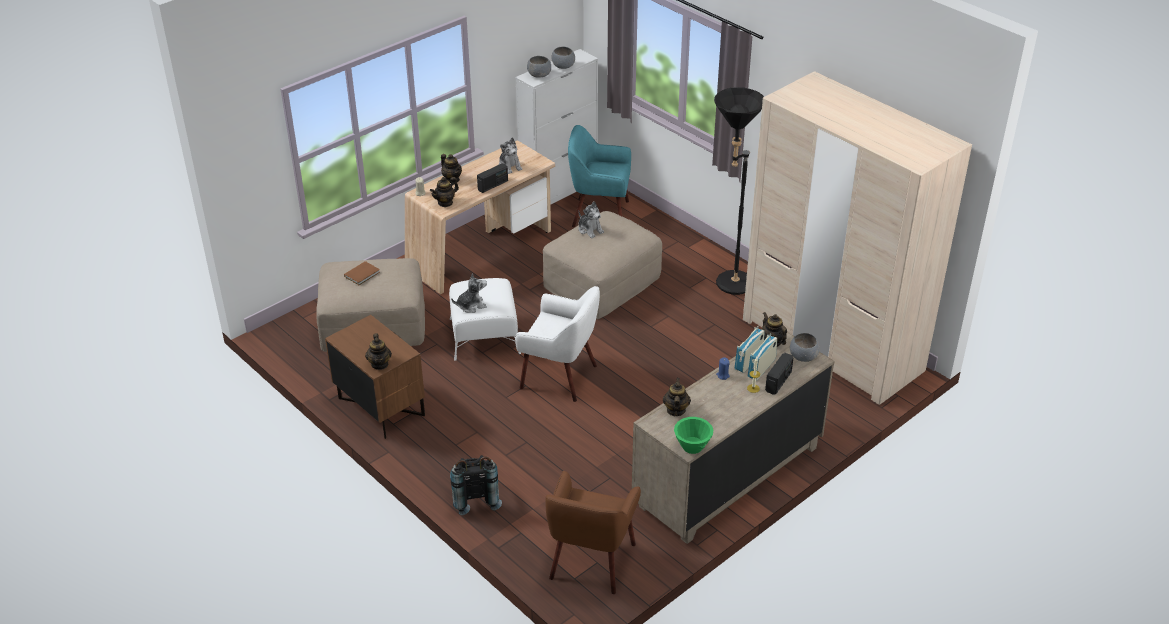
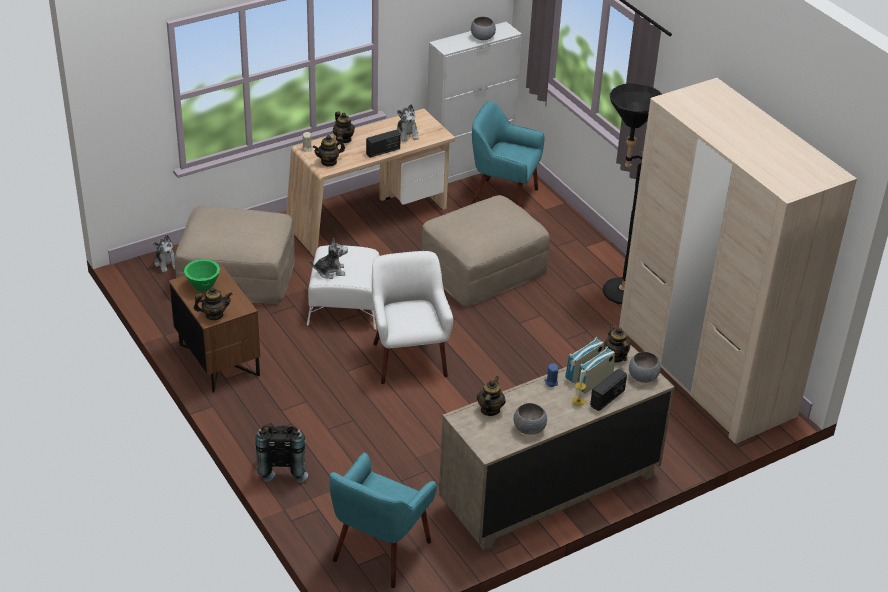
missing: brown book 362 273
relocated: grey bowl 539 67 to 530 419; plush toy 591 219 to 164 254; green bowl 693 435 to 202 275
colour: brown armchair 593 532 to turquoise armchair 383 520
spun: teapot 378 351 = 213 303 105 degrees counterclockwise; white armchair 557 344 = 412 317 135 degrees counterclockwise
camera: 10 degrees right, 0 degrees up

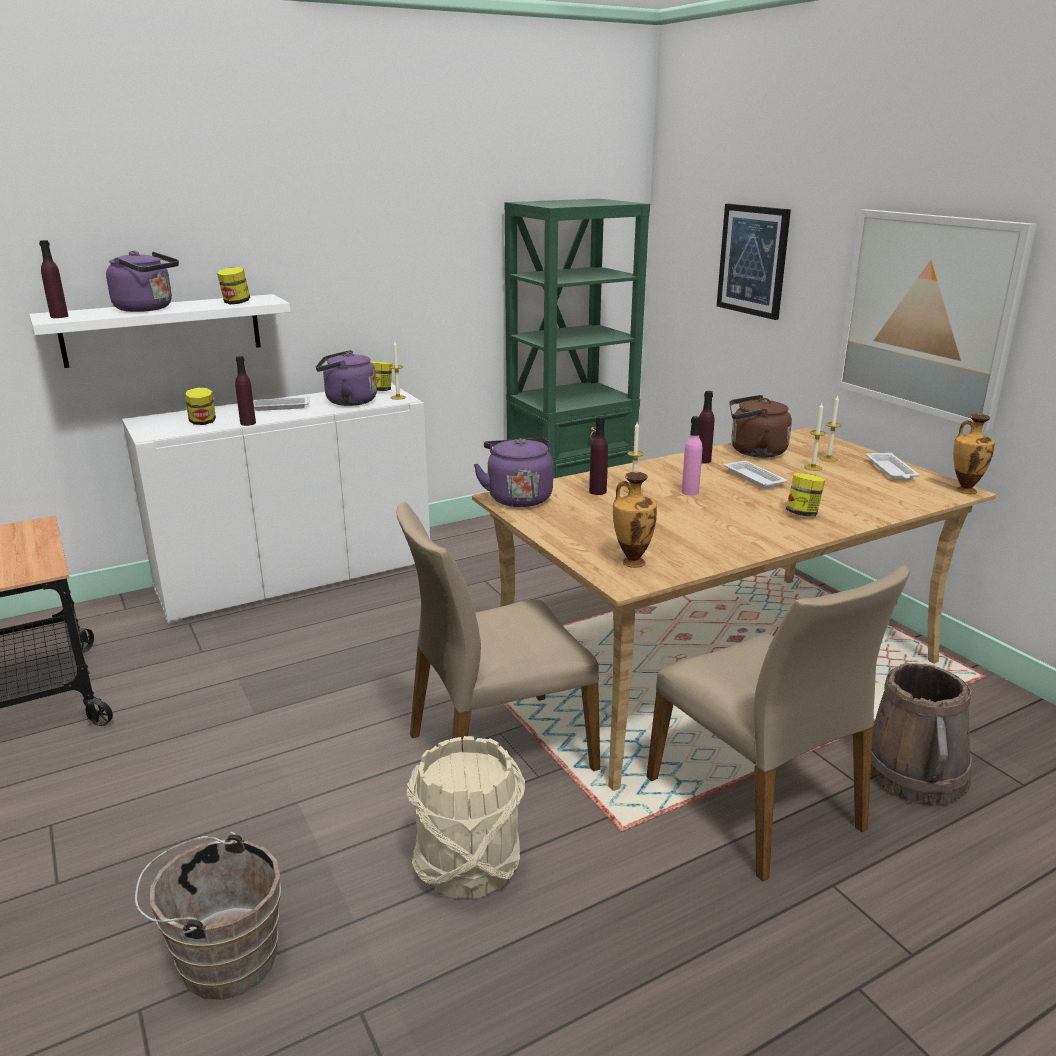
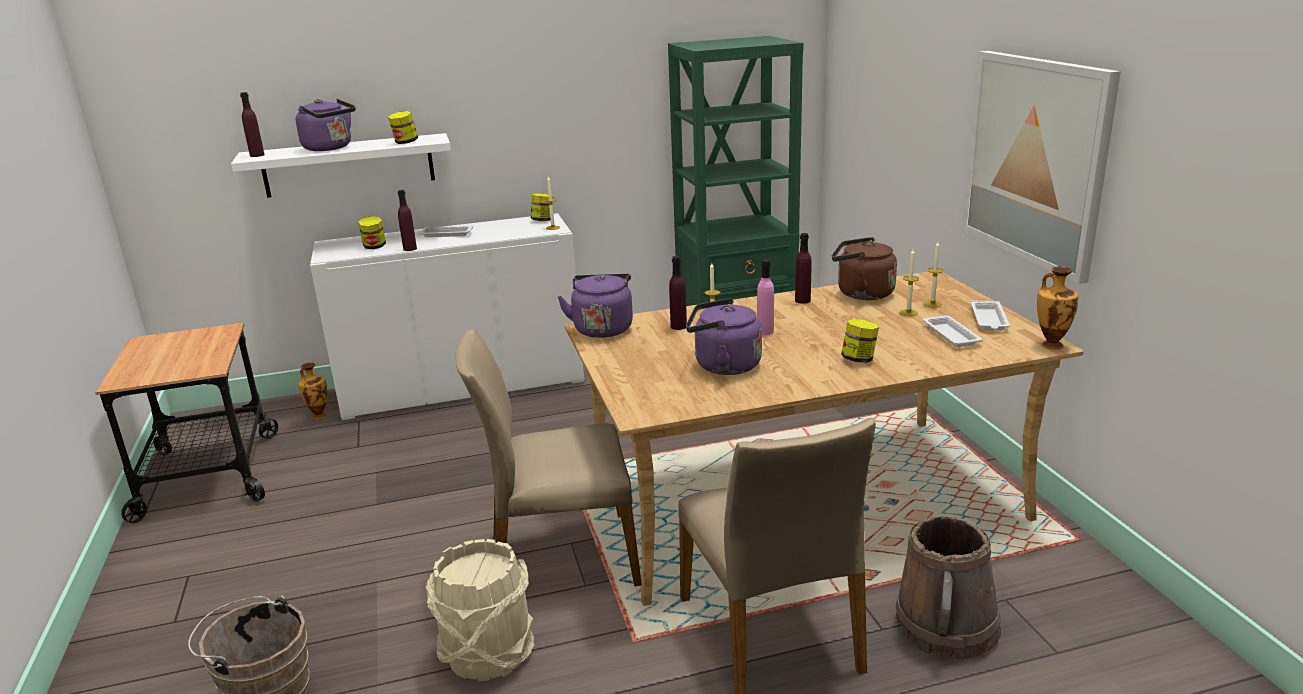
missing: picture 754 262
relocated: purple kettle 346 378 to 724 337; vase 635 520 to 312 391; white tray 756 474 to 953 331
camera: 15 degrees right, 0 degrees up

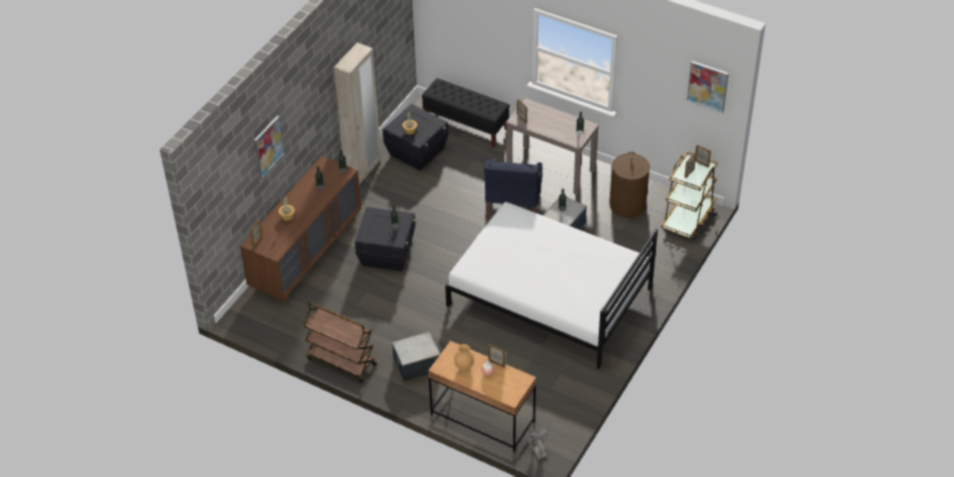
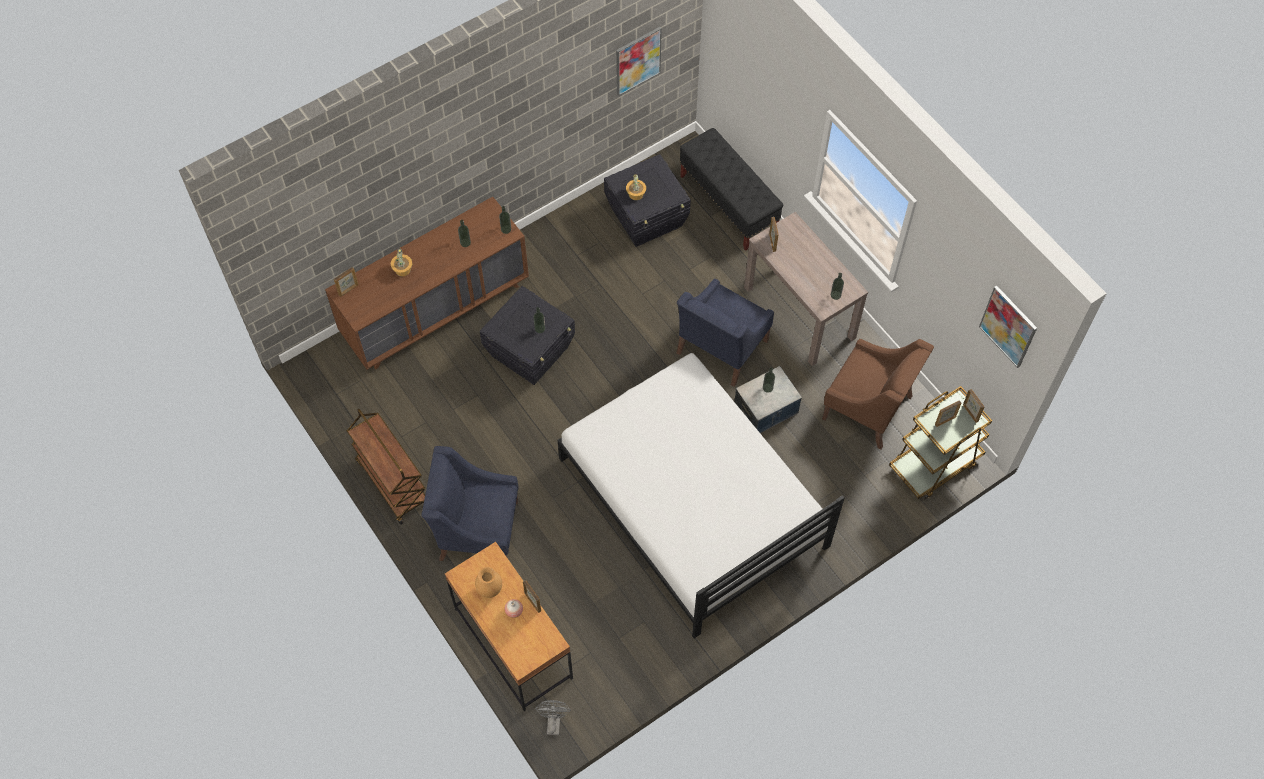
missing: beige wardrobe 357 114
relocated: picture 269 147 to 639 61
exchanged: storage box 416 357 to blue armchair 469 503; brown laundry basket 629 184 to brown armchair 878 394
camera: 25 degrees right, 15 degrees up

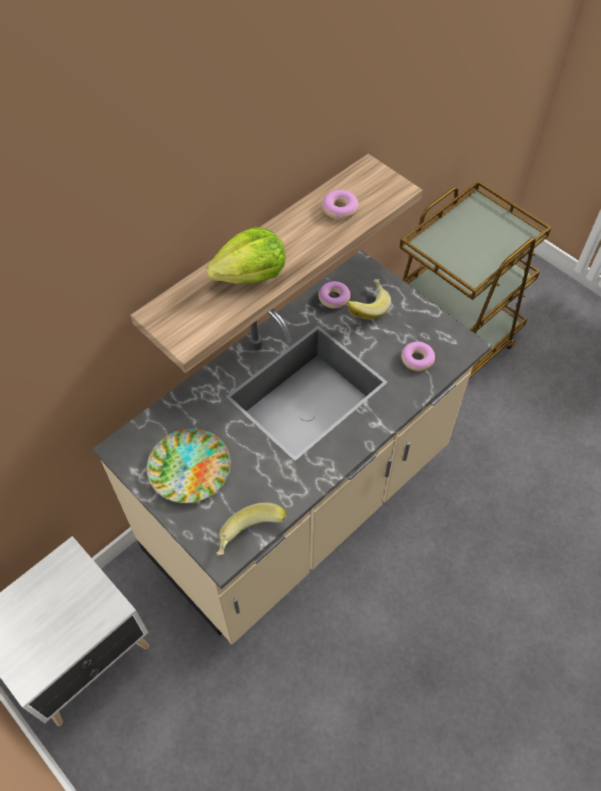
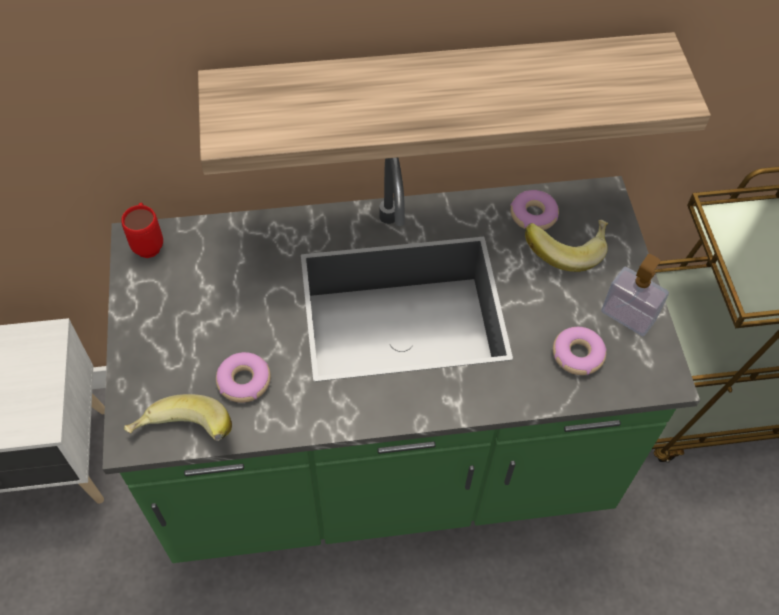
missing: plate 189 466; lettuce 246 255
appeared: red mug 142 230; soap dispenser 635 295
relocated: donut 340 205 to 243 377
colour: beige counter 292 447 to green counter 401 360
camera: 35 degrees right, 0 degrees up

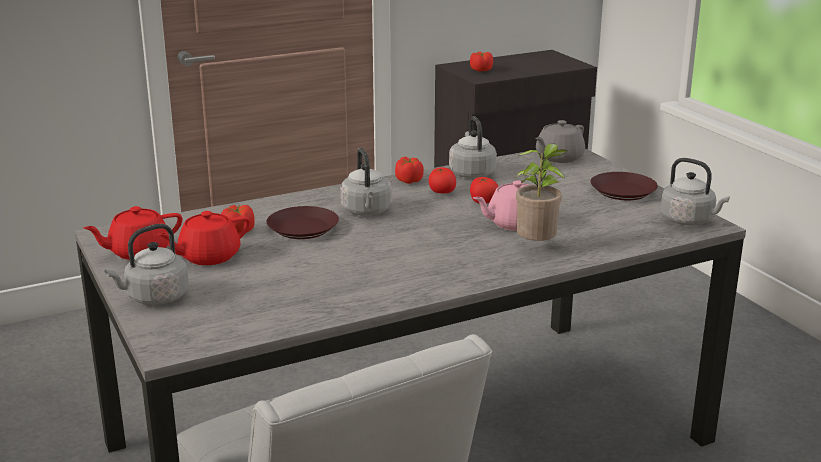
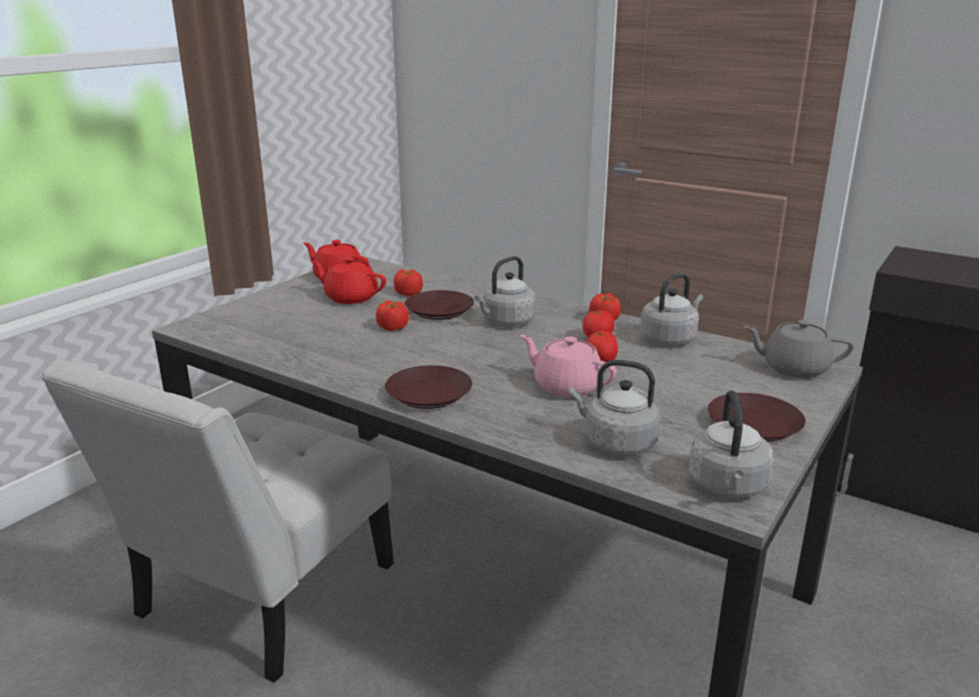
missing: potted plant 541 192
appeared: brown plate 428 387
relocated: grey kettle 147 264 to 615 407; tomato 481 62 to 392 315
camera: 60 degrees right, 0 degrees up

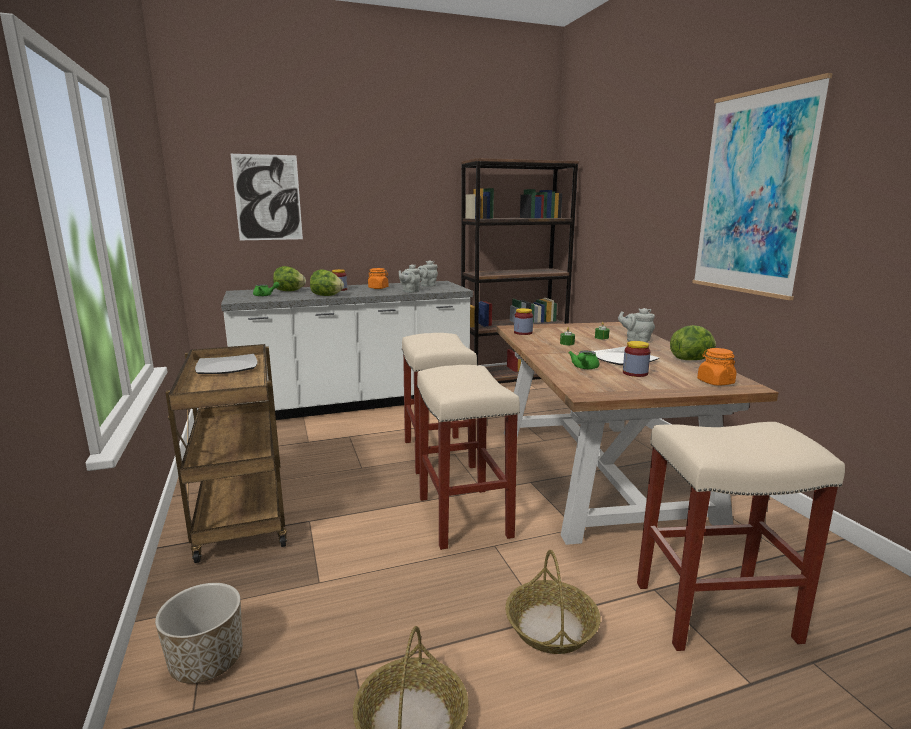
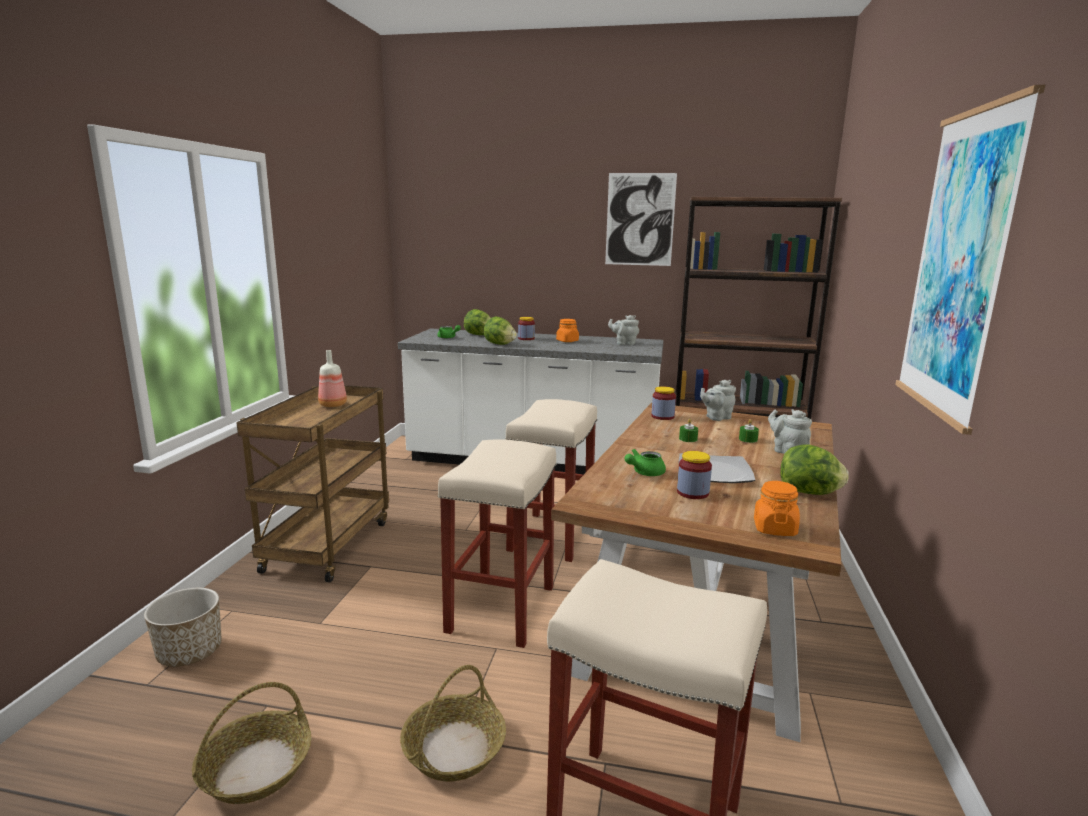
relocated: picture 267 197 to 641 219; grey teapot 409 278 to 718 400
exchanged: plate 226 364 to bottle 332 378
camera: 30 degrees right, 0 degrees up

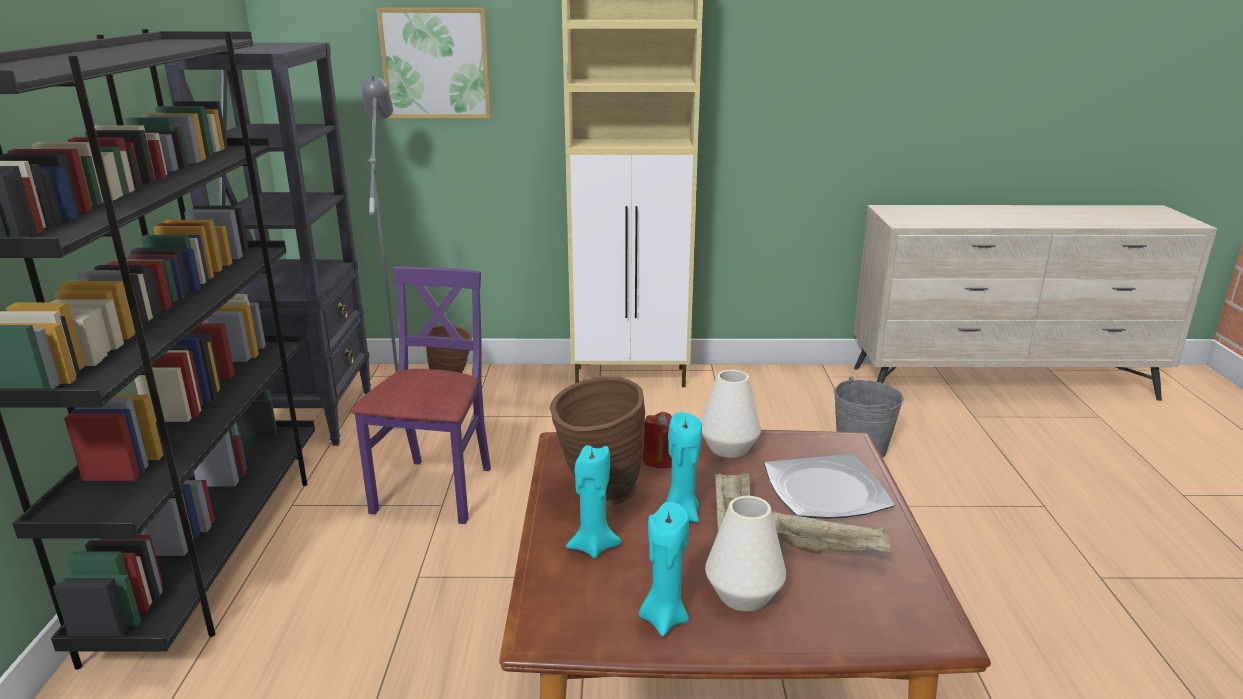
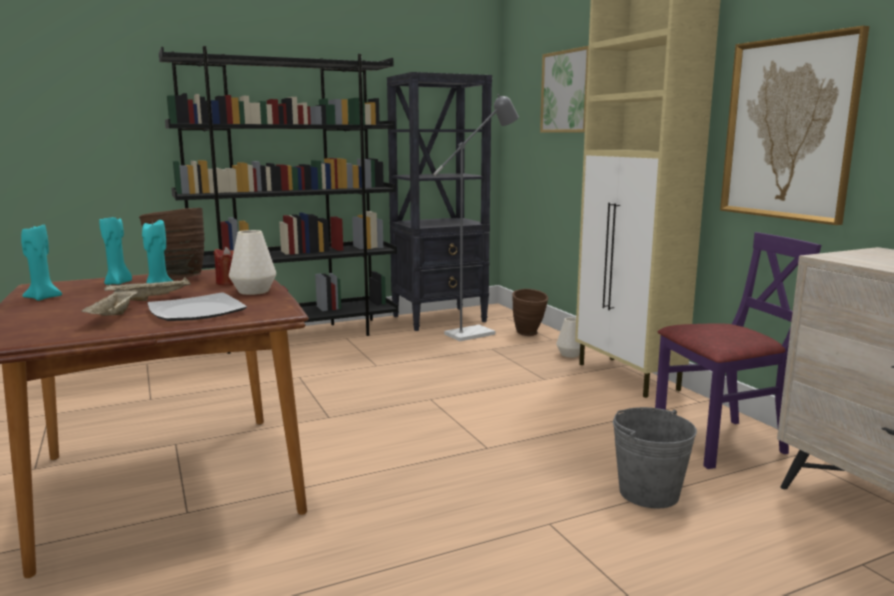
appeared: picture 794 125
relocated: purple chair 421 395 to 738 350; white vase 745 553 to 568 338
camera: 65 degrees right, 10 degrees down

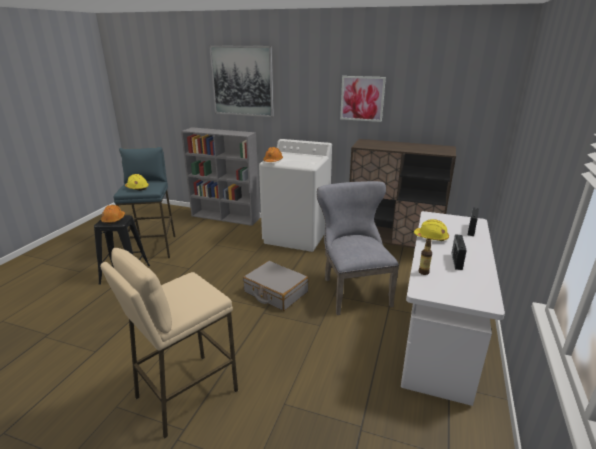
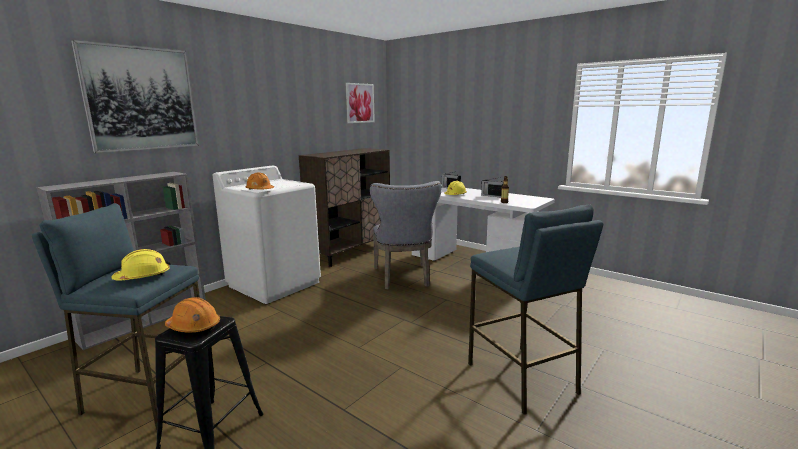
missing: grey suitcase 276 286
relocated: picture 363 99 to 360 103
colour: beige stool 169 343 to blue stool 535 310
spun: grey chair 358 248 = 406 235 105 degrees counterclockwise
camera: 70 degrees left, 10 degrees down

